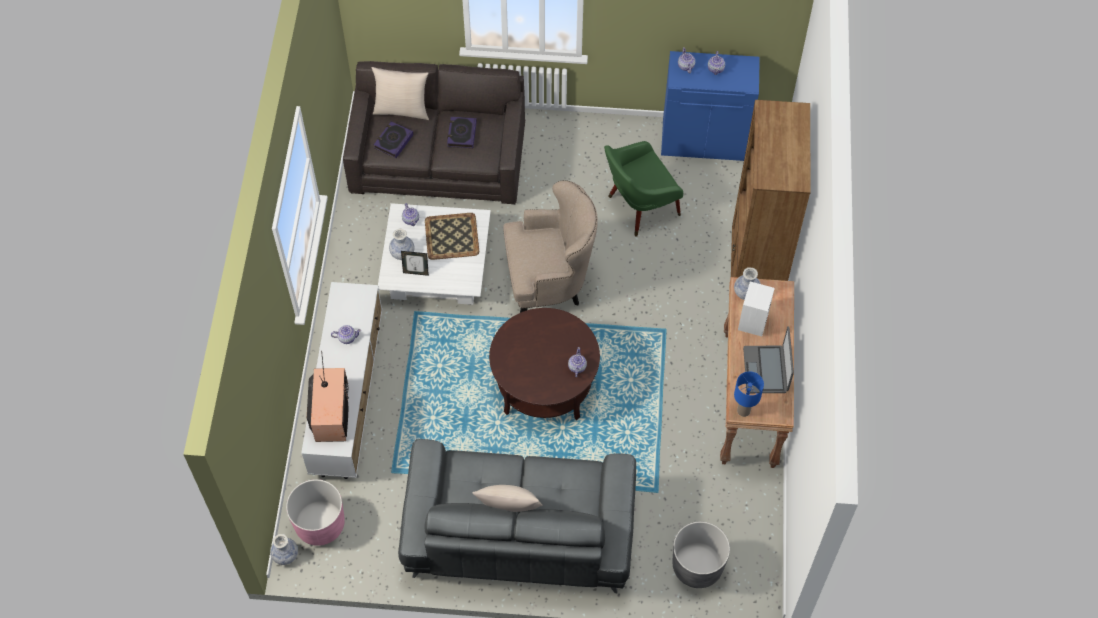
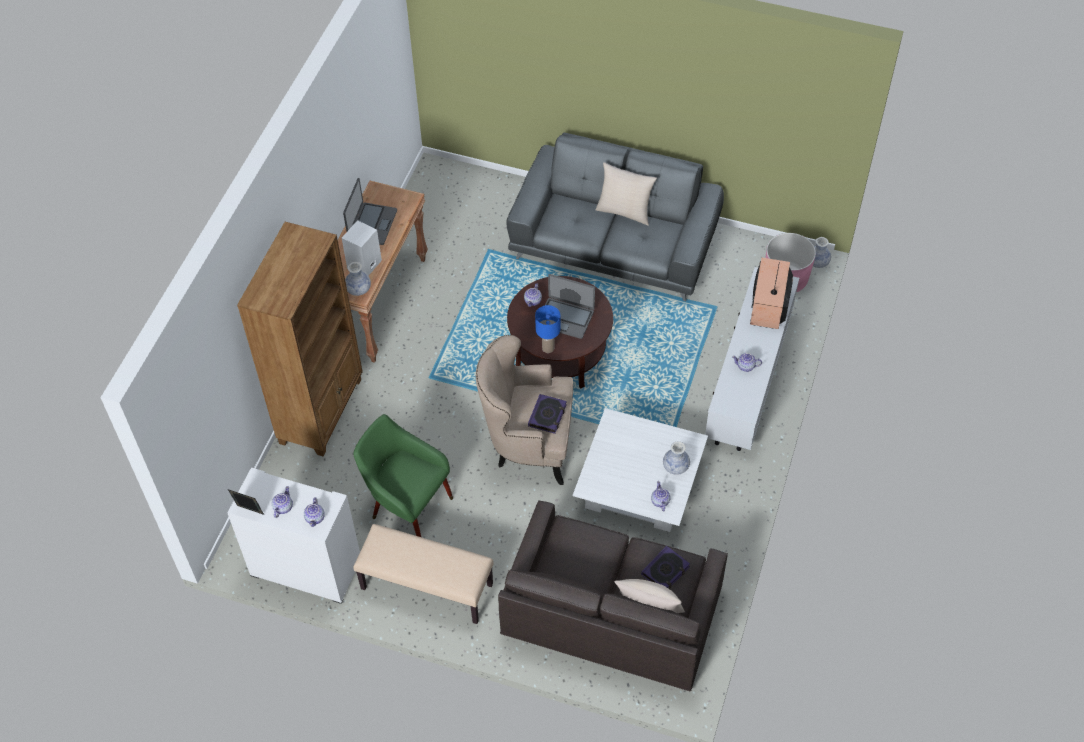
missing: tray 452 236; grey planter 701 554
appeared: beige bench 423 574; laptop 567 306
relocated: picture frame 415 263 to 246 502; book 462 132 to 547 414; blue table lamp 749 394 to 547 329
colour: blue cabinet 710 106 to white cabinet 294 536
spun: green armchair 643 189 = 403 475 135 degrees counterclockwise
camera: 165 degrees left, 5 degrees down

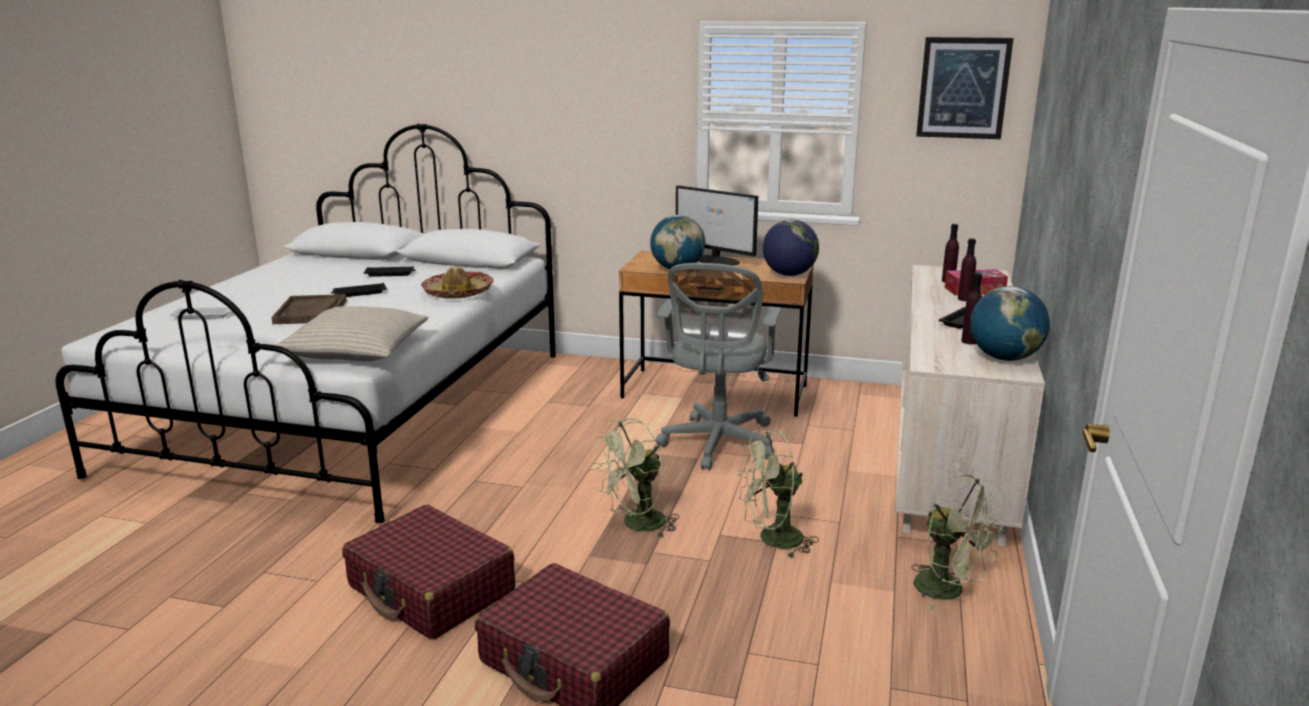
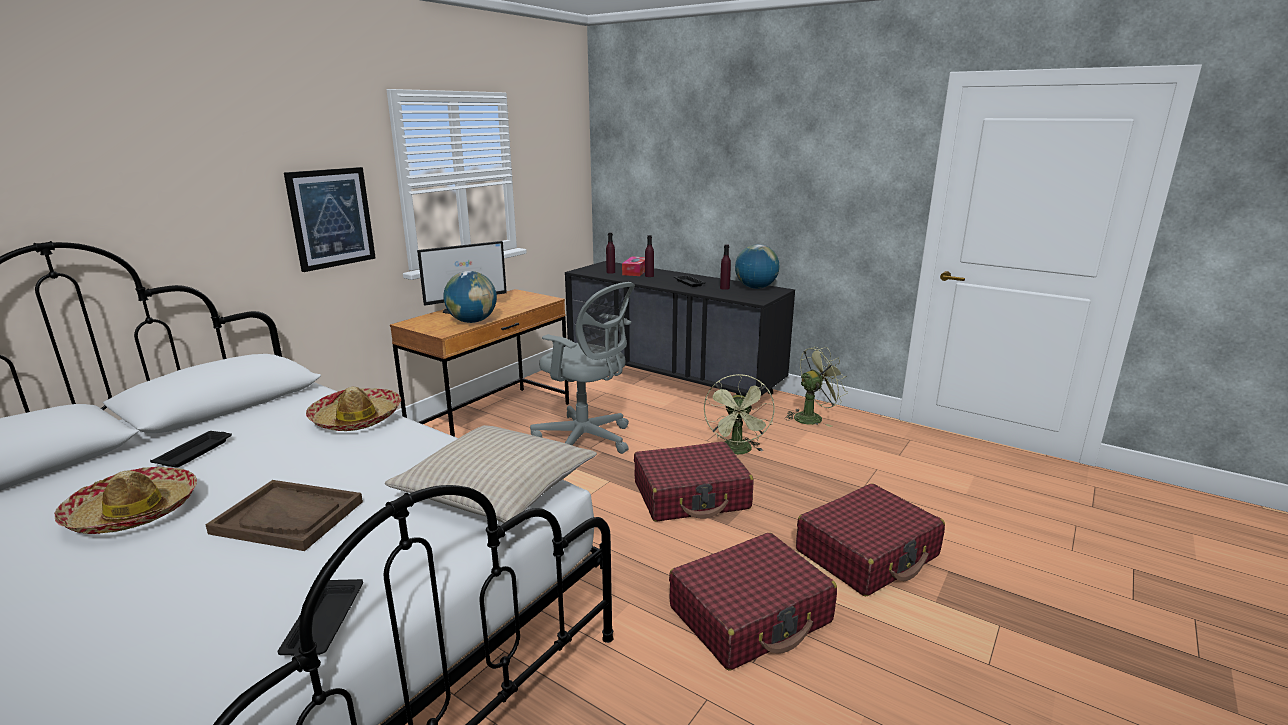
missing: white tray 201 313; globe 791 247
appeared: hat 125 500
relocated: black tray 359 290 to 320 618; picture 964 88 to 330 219
exchanged: green fan 636 477 to red suitcase 694 482
colour: beige dresser 970 405 to black dresser 680 329
camera: 70 degrees left, 0 degrees up

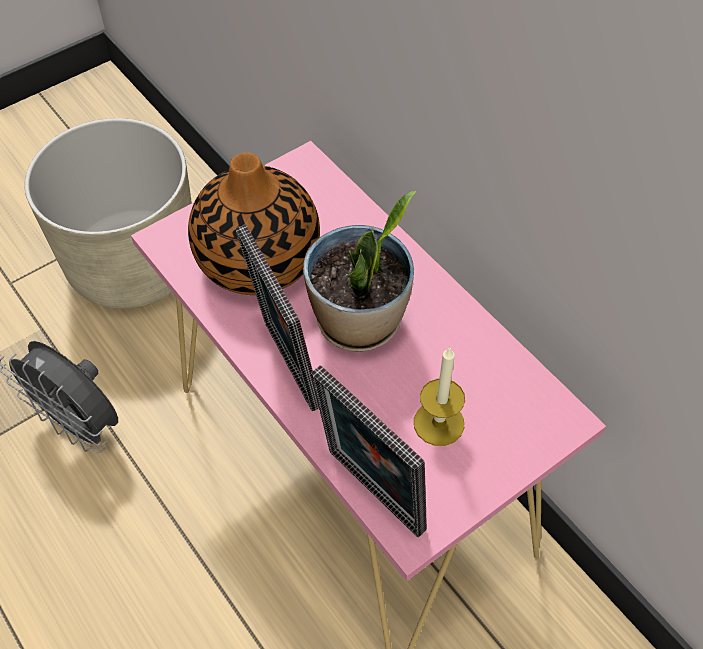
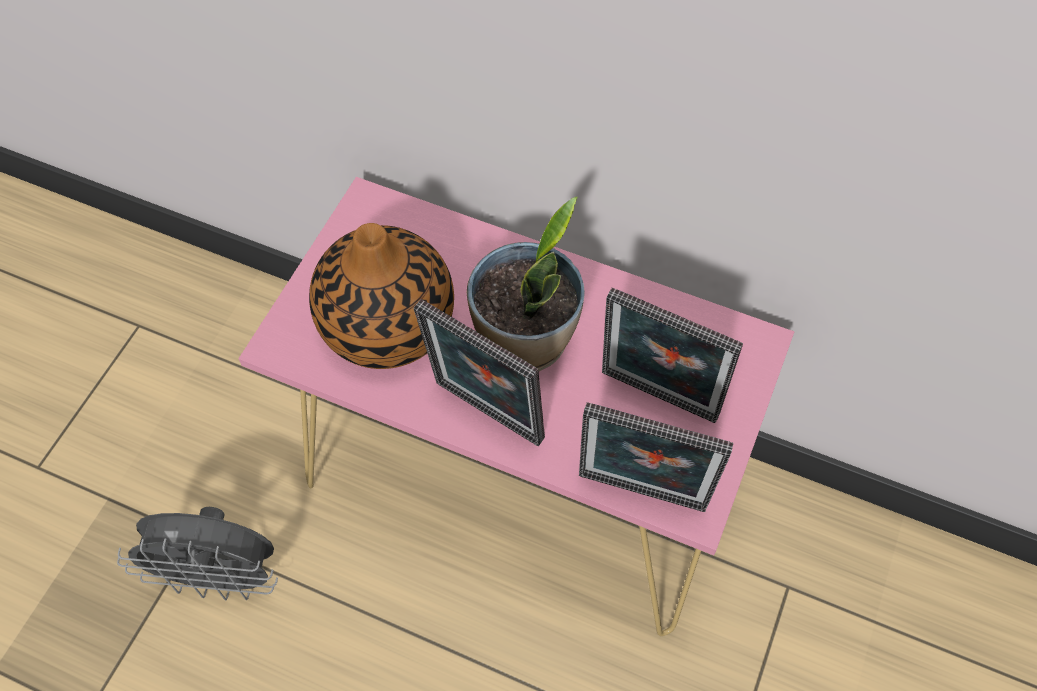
missing: beige planter 108 213
exchanged: candle 439 396 to picture frame 672 355
camera: 30 degrees left, 5 degrees up

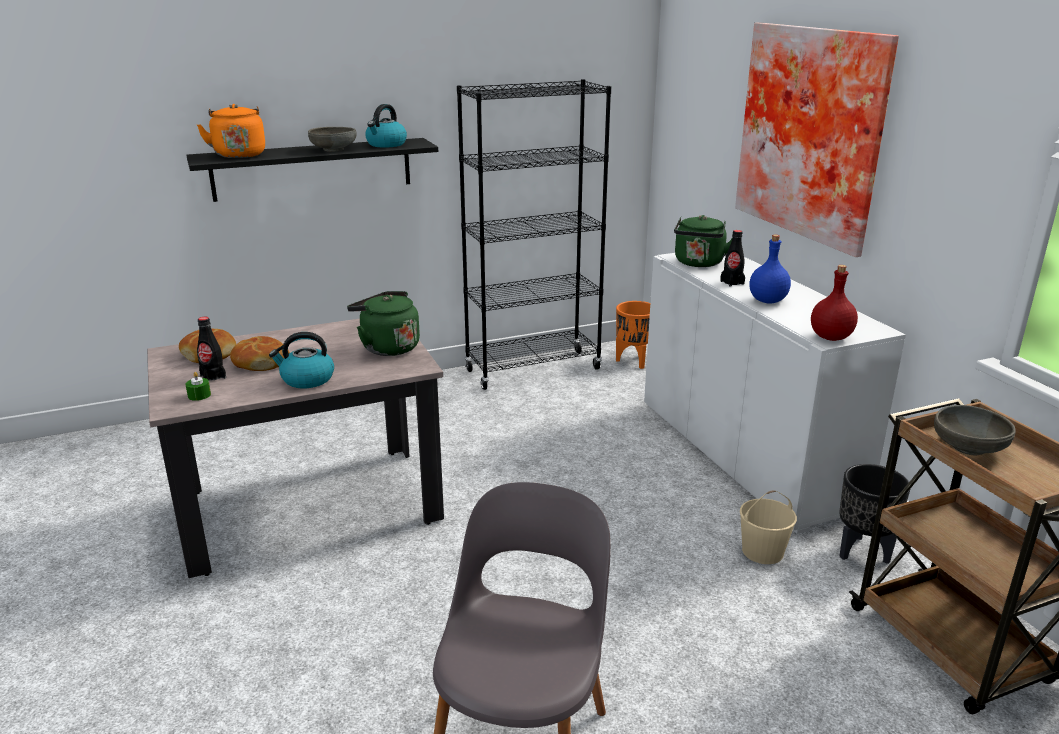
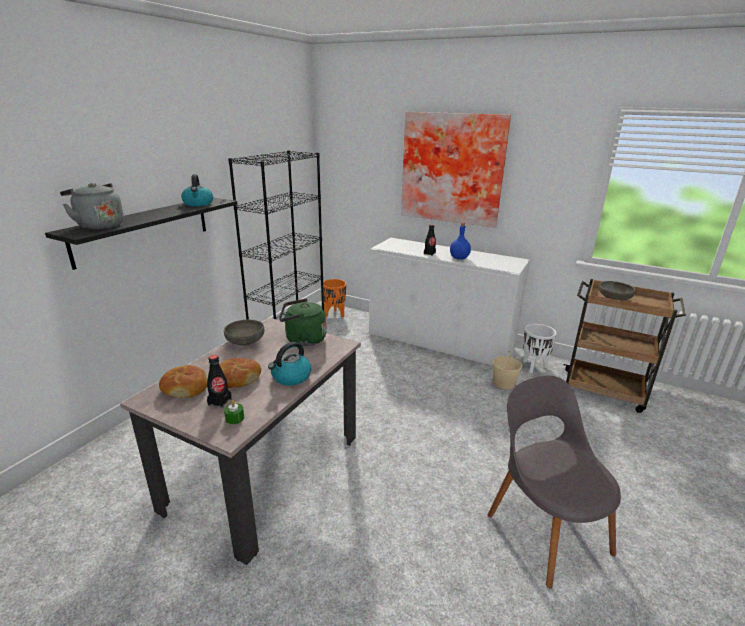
missing: green kettle 703 241; red bottle 834 303
relocated: grey bowl 332 139 to 244 333
colour: orange kettle 231 131 to grey kettle 92 206; black planter 874 514 to white planter 540 348
camera: 40 degrees left, 0 degrees up

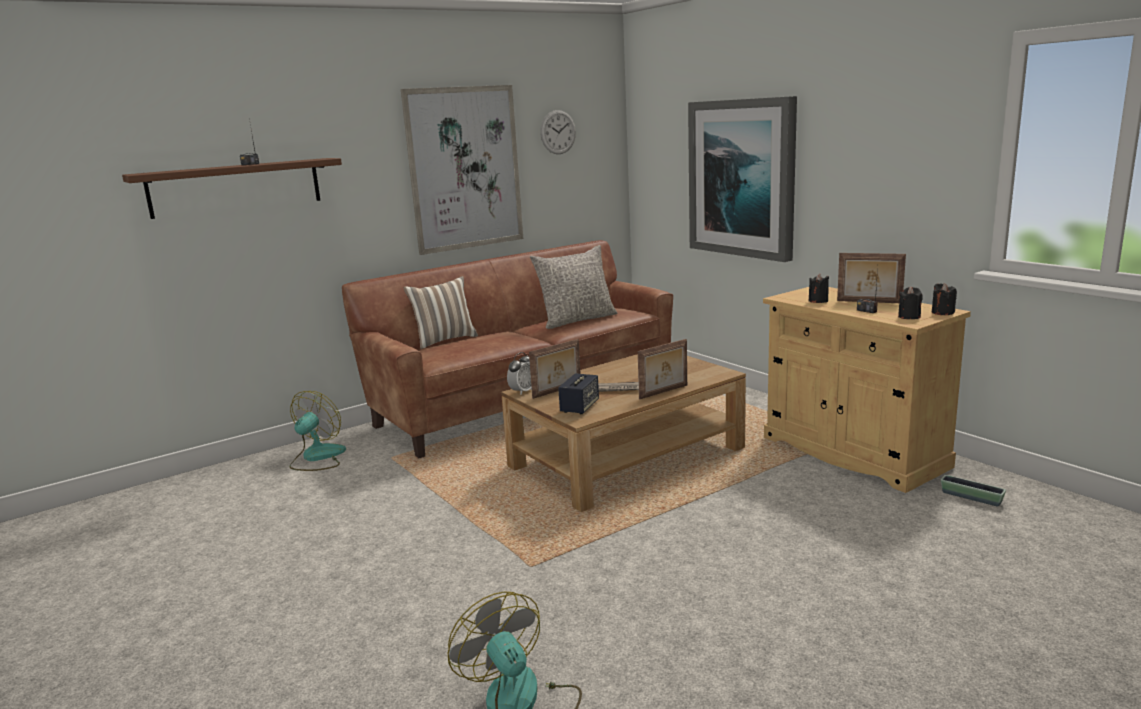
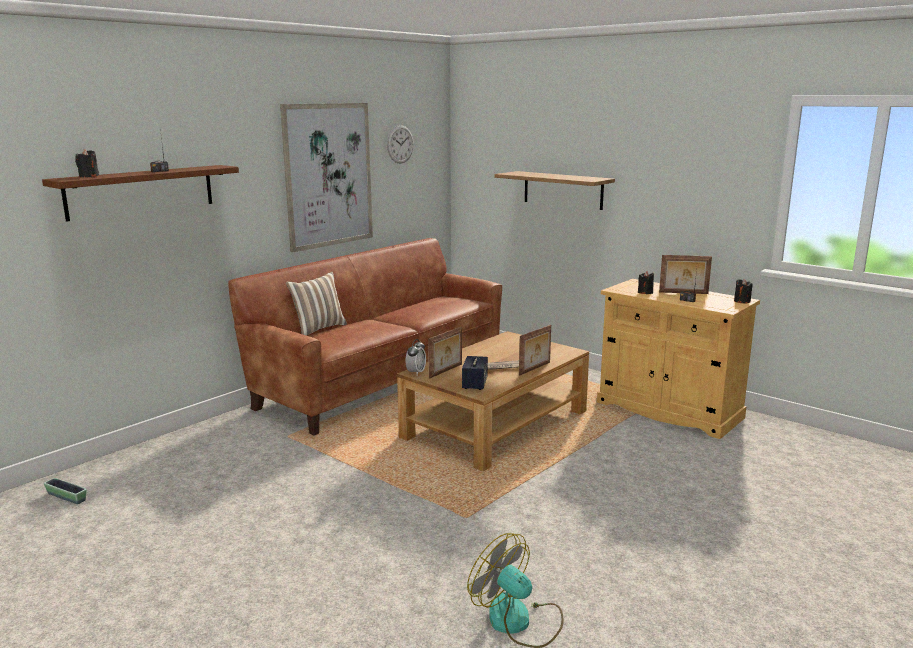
missing: fan 318 431; grey pillow 573 287
relocated: black candle 910 303 to 87 163; planter 973 491 to 65 491
exchanged: picture 742 179 to shelf 554 190
camera: 15 degrees left, 0 degrees up

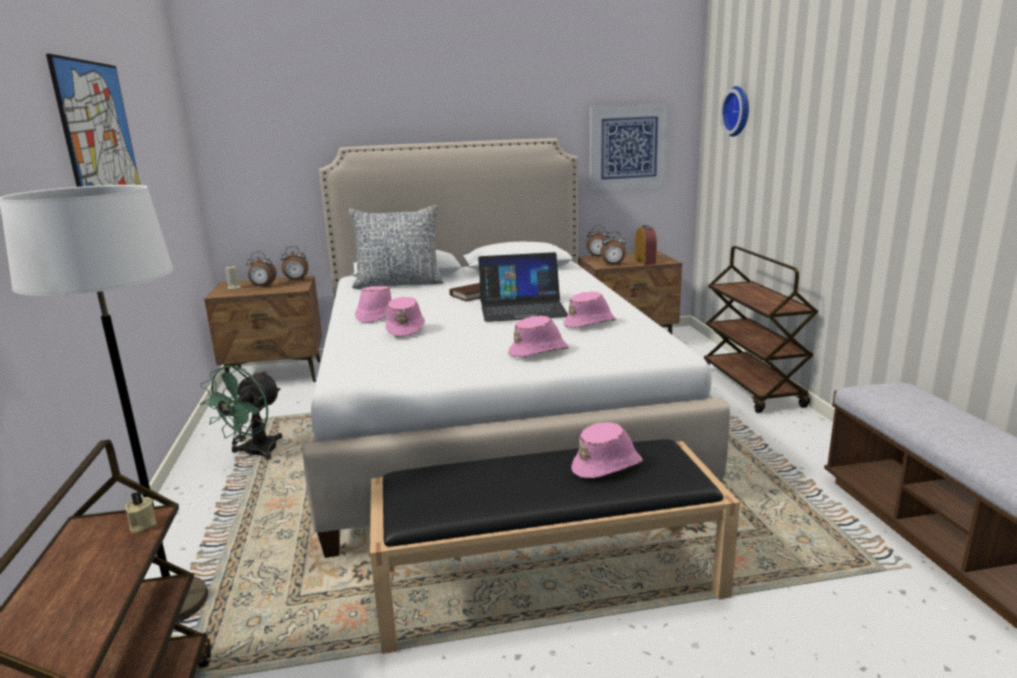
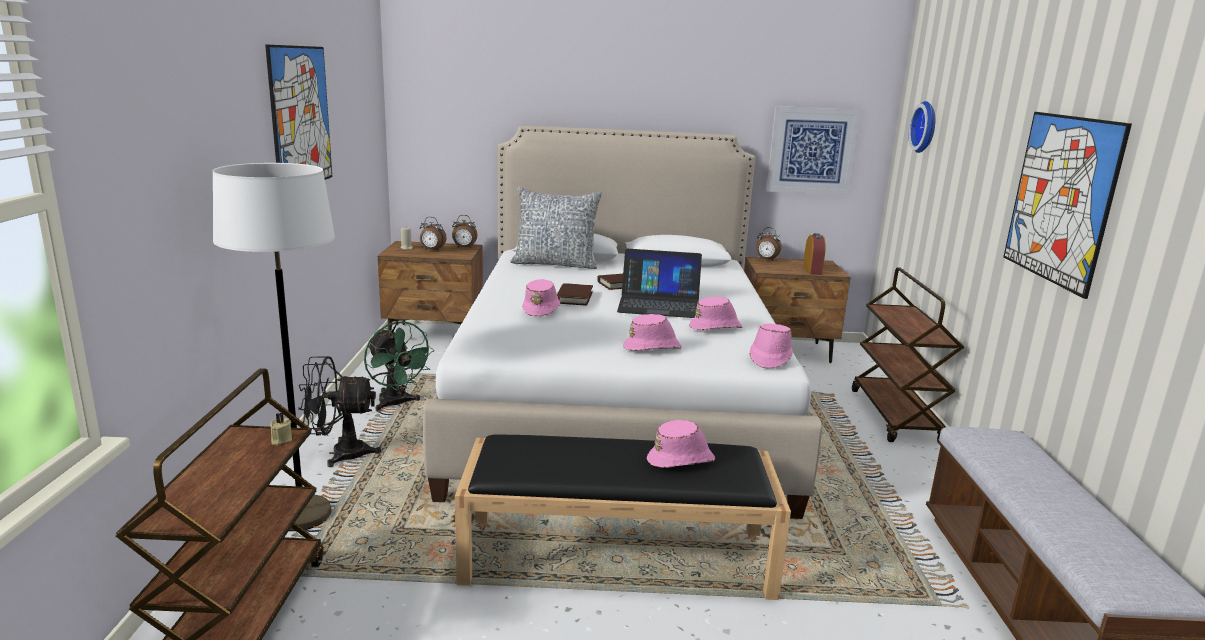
missing: alarm clock 613 249
appeared: black fan 339 411; brown book 575 294; picture 1067 205
relocated: pink hat 373 304 to 771 345
spun: green fan 241 412 = 399 366 75 degrees counterclockwise
camera: 10 degrees right, 0 degrees up

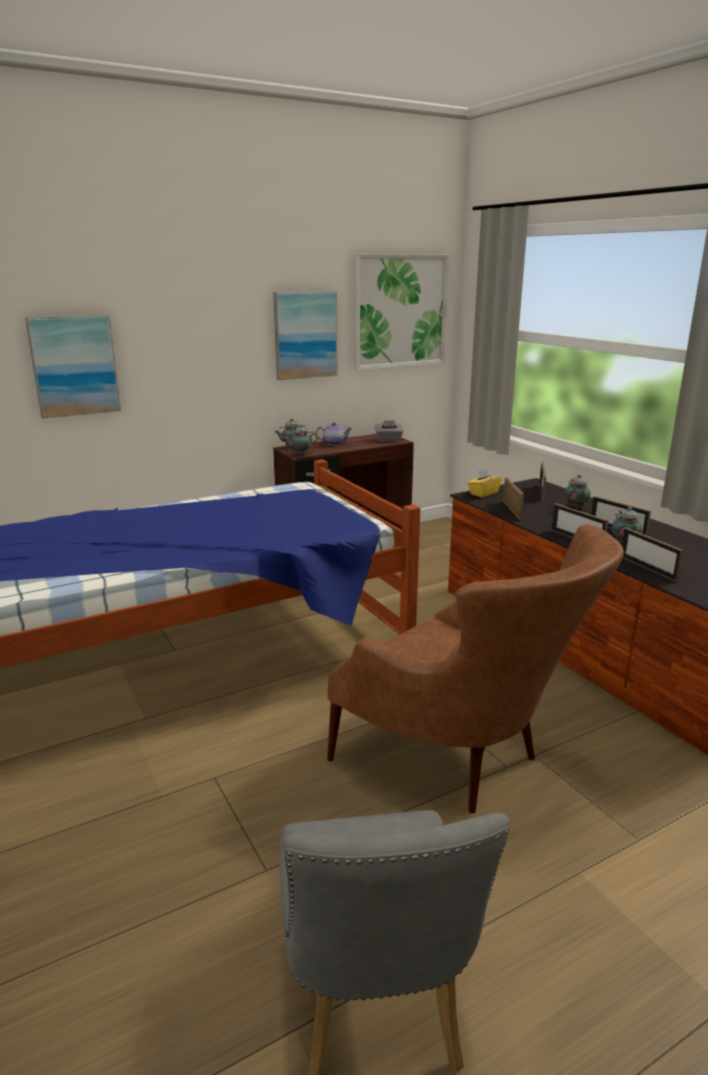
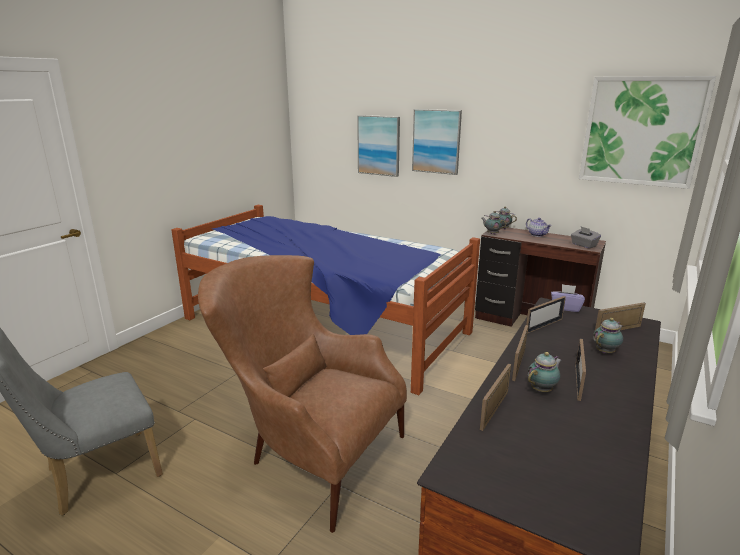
relocated: picture 305 335 to 437 142
colour: yellow tissue box 485 482 to purple tissue box 568 298
spun: brown armchair 475 668 = 302 394 105 degrees clockwise
camera: 60 degrees right, 0 degrees up

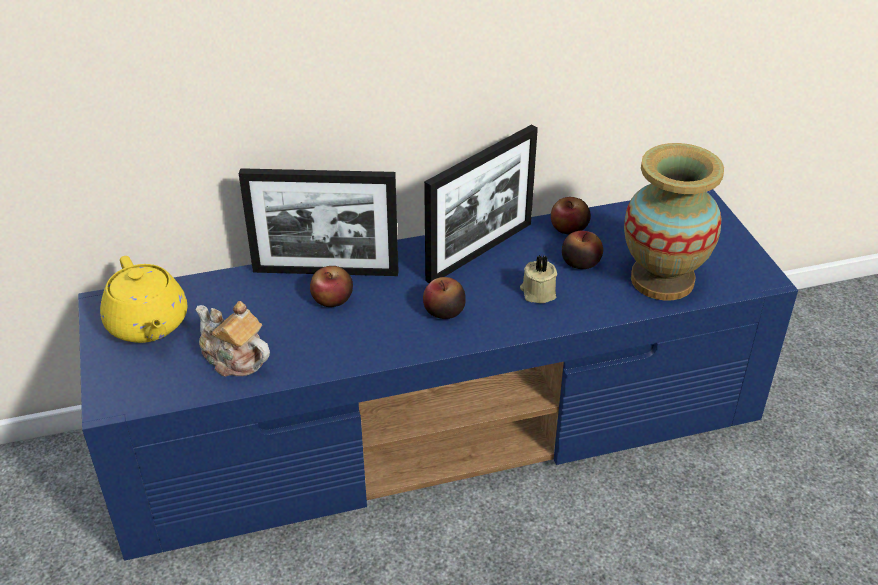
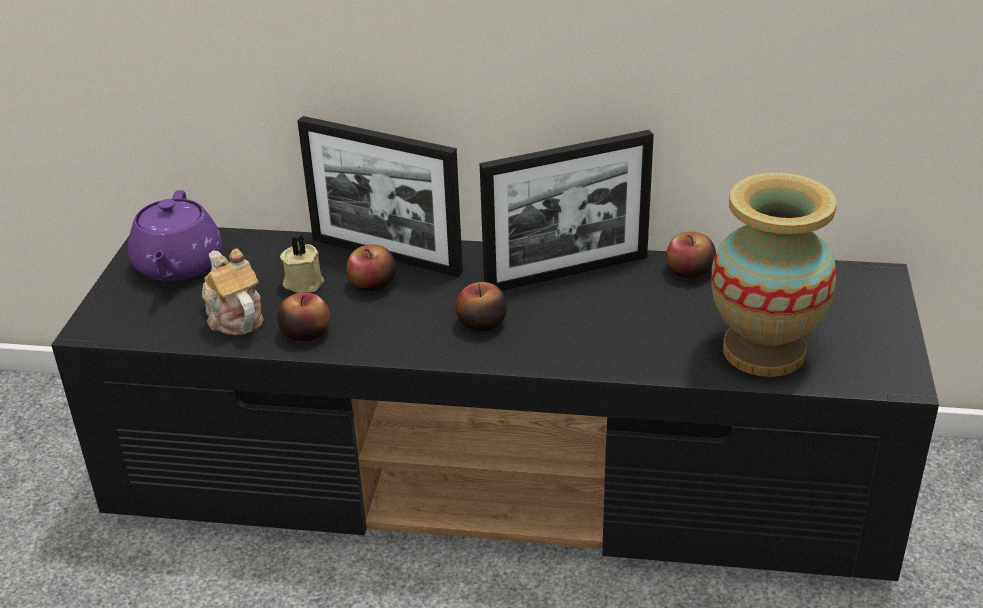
relocated: beige candle 538 279 to 302 264; apple 582 250 to 303 317
colour: blue tv stand 438 375 to black tv stand 495 404; yellow teapot 143 299 to purple teapot 175 235
camera: 25 degrees right, 5 degrees down

